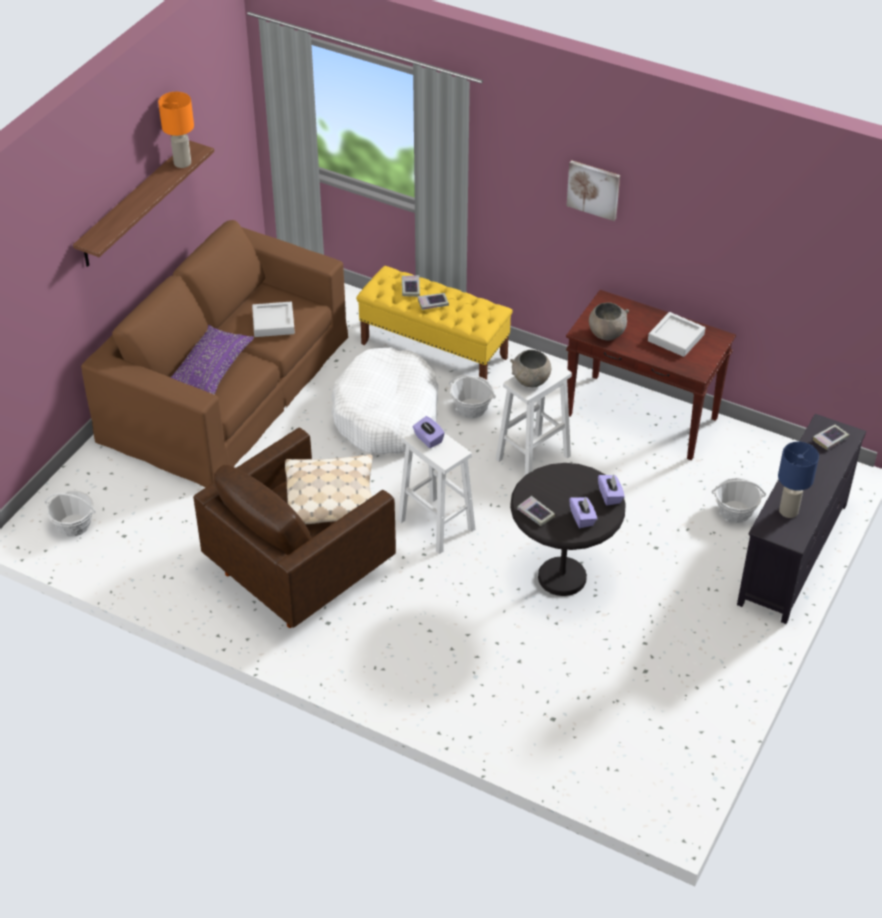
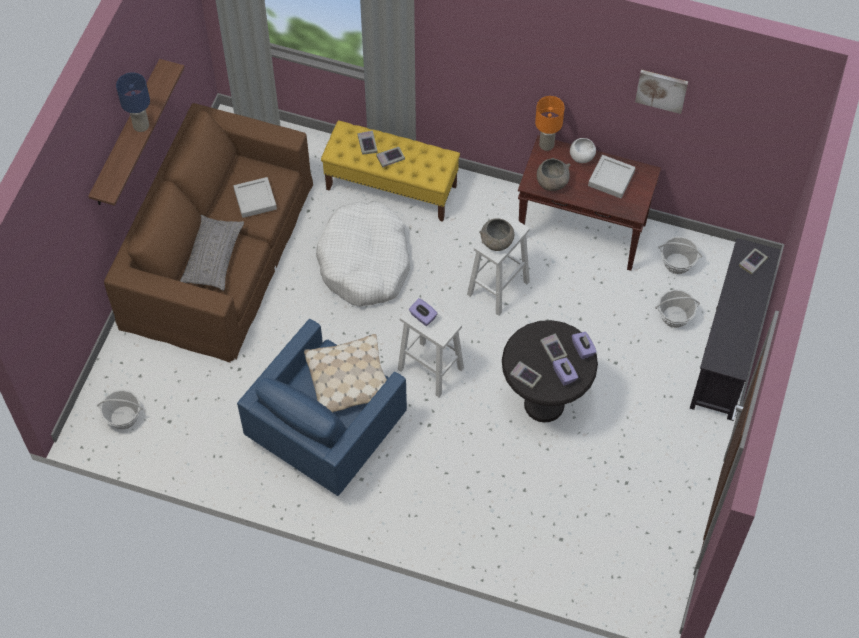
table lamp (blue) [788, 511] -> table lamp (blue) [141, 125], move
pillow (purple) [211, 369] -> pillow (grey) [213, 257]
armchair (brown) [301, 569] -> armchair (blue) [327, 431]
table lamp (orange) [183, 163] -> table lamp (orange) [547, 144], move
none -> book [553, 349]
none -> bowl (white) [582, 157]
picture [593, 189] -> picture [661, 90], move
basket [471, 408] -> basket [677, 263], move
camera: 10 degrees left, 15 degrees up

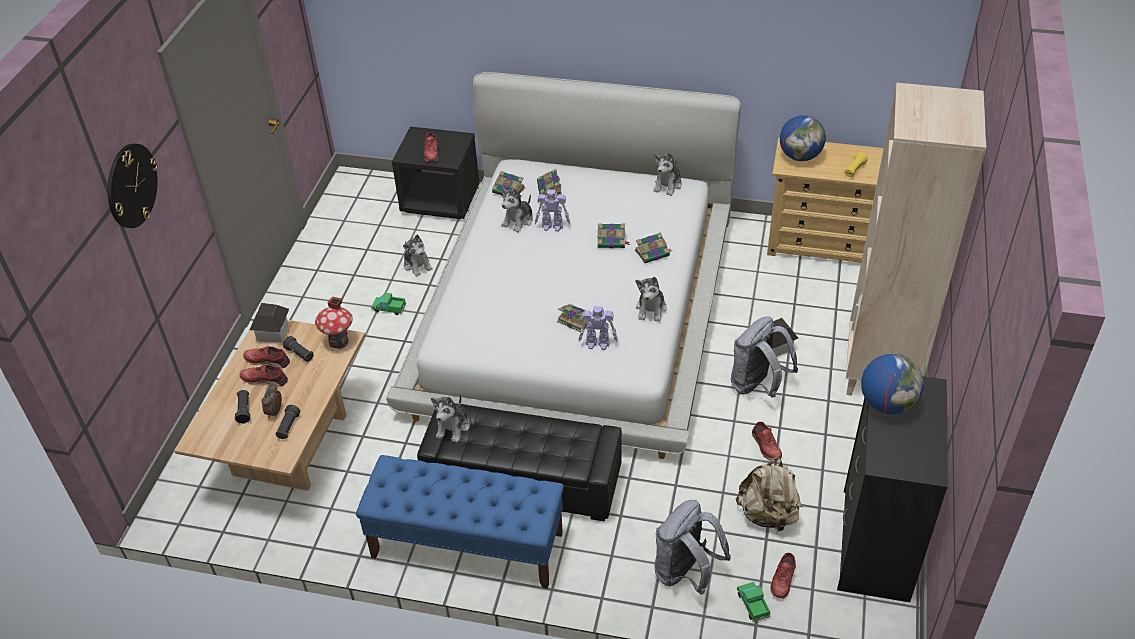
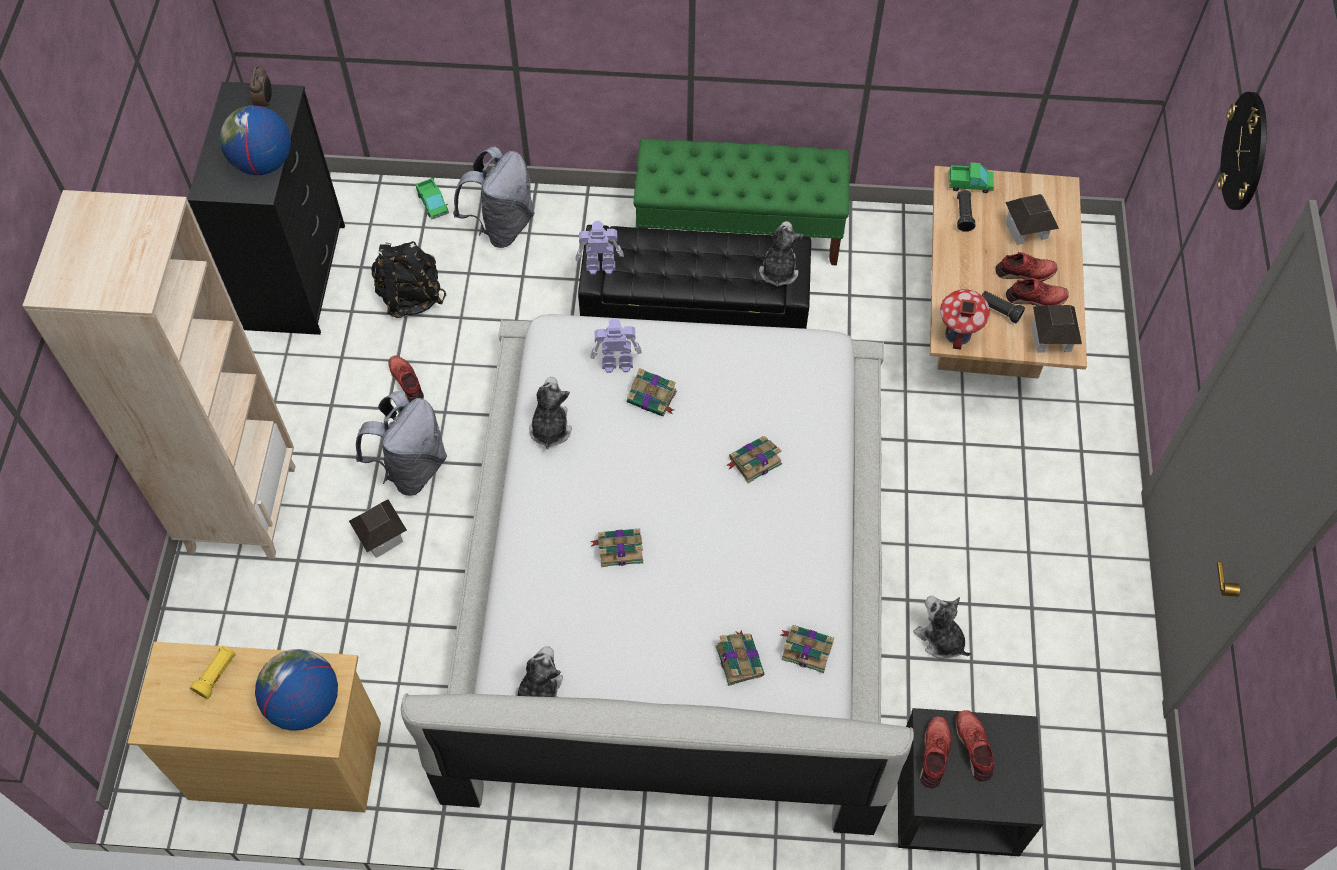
alarm clock [274, 412] -> alarm clock [265, 102], move
backpack (beige) [768, 515] -> backpack (black) [410, 296]
toy robot [553, 226] -> toy robot [600, 266], move
bench (blue) [466, 545] -> bench (green) [740, 230]
book [653, 253] -> book [754, 461], move
shoe (red) [782, 579] -> shoe (red) [935, 754], move
toy truck [389, 308] -> toy truck [970, 183], move
flashlight (black) [244, 410] -> toy house [1026, 230]
plush toy [518, 221] -> none
camera: 170 degrees right, 15 degrees up

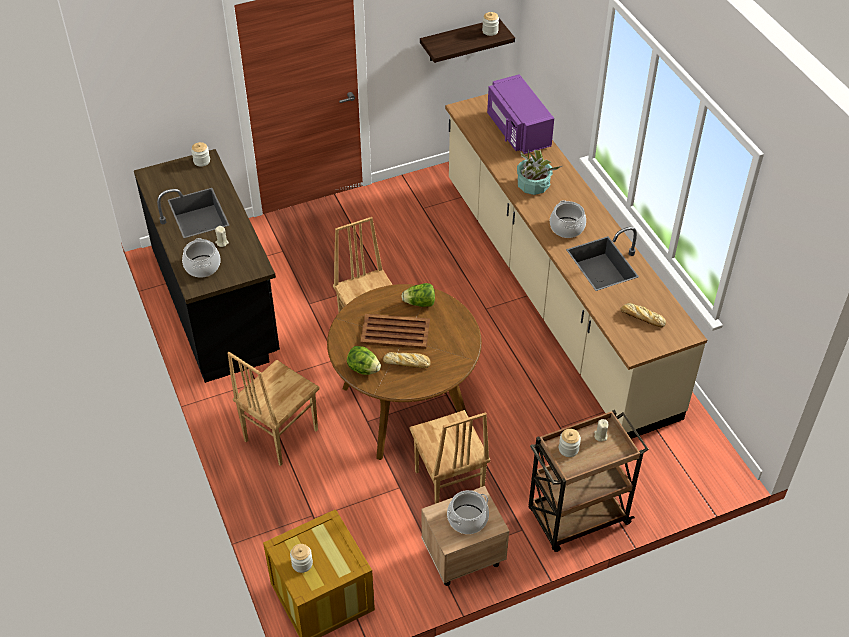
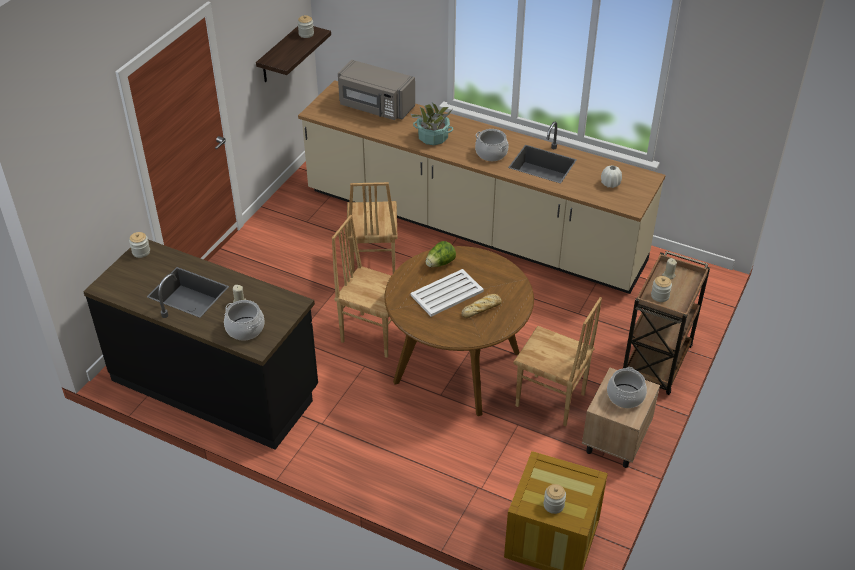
microwave (purple) [517, 130] -> microwave (grey) [375, 107]
chair (brown) [280, 435] -> chair (brown) [372, 265], move
tray (brown) [394, 332] -> tray (white) [446, 293]
bread [641, 317] -> vase (white) [610, 184]
lettuce [363, 369] -> none
camera: 40 degrees left, 5 degrees down

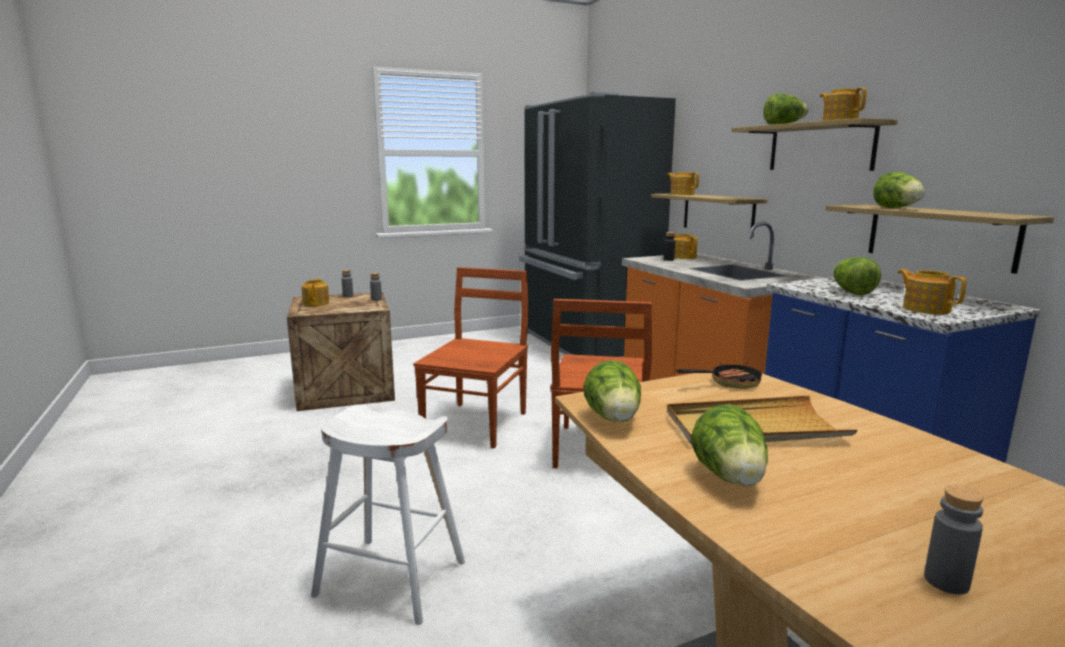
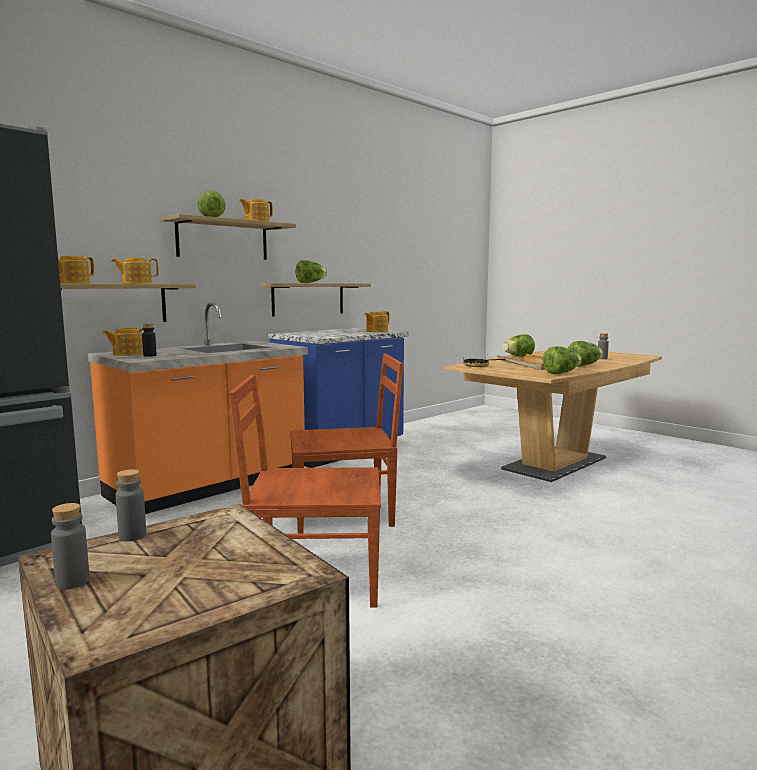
teapot [316, 303] -> teapot [136, 283], move
lettuce [851, 292] -> lettuce [518, 356], move
stool (white) [391, 579] -> none
camera: 110 degrees left, 5 degrees down

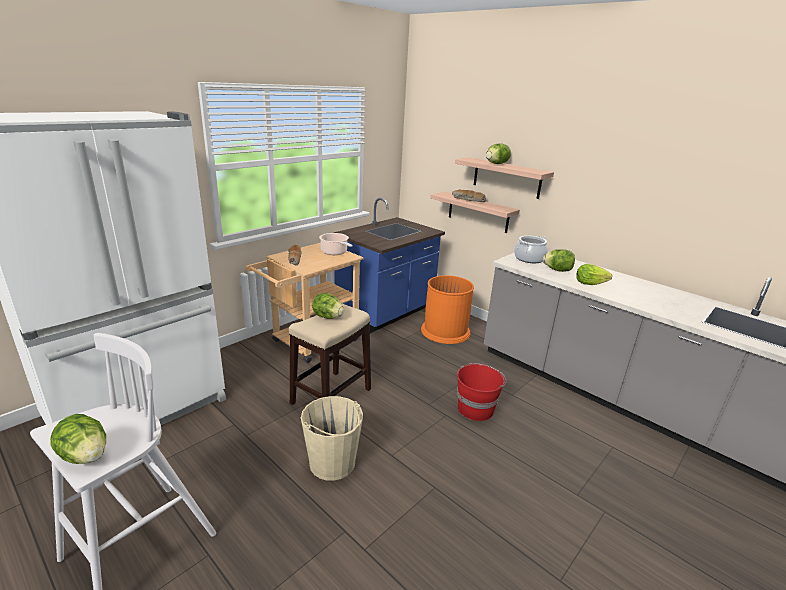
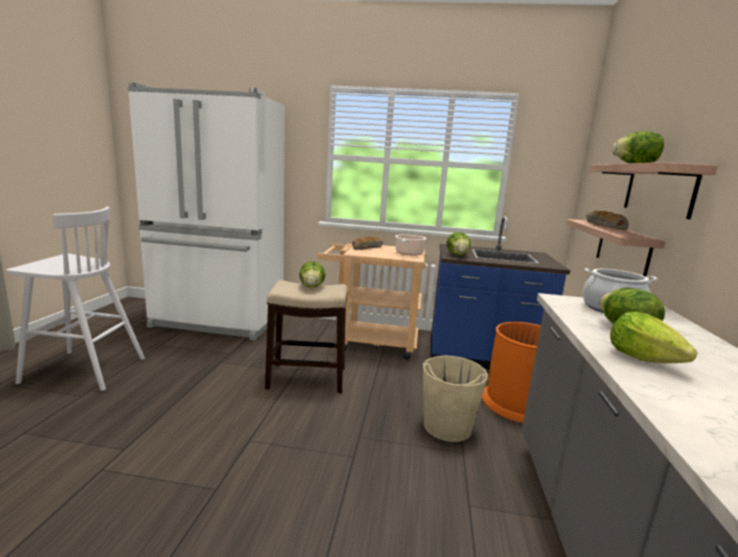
bucket (beige) [332, 463] -> bucket (beige) [447, 427], move
lettuce [85, 456] -> lettuce [457, 255], move
bucket (red) [475, 408] -> none
camera: 55 degrees right, 10 degrees down

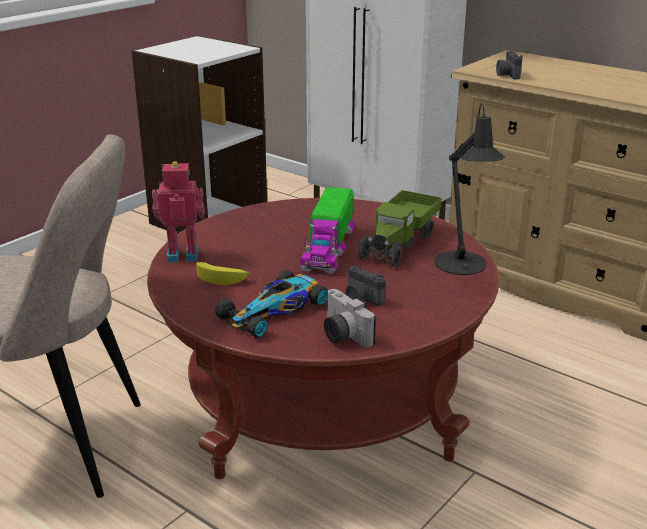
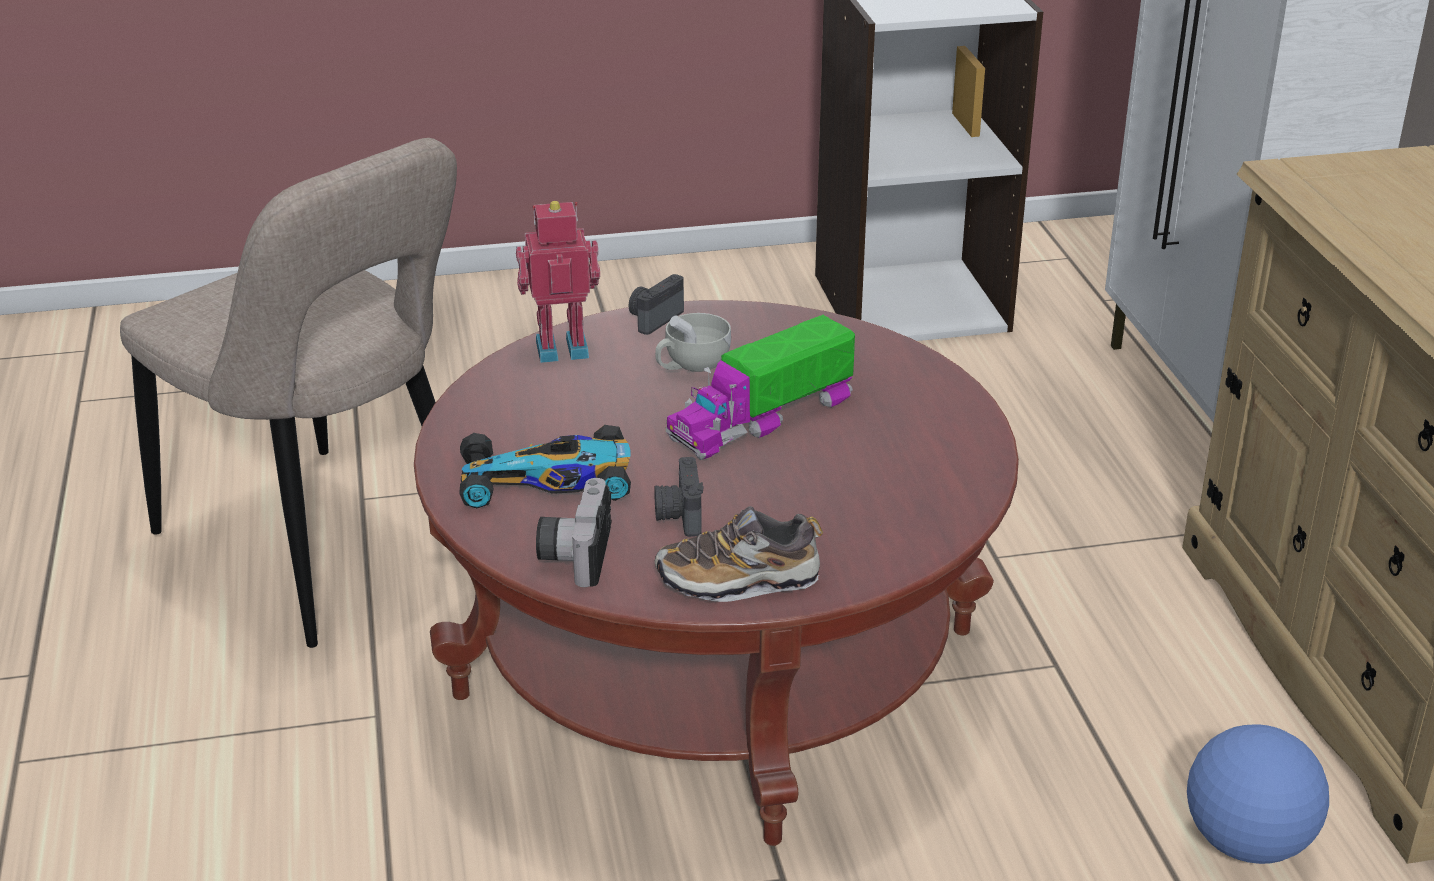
toy robot [183, 254] -> toy robot [561, 347], 45 degrees counterclockwise
photo camera [507, 75] -> photo camera [653, 318], move
none -> shoe [739, 581]
none -> cup (white) [691, 365]
none -> football [1246, 844]
banana [222, 278] -> none
toy truck [399, 243] -> none
table lamp (black) [463, 266] -> none
camera: 40 degrees right, 5 degrees up

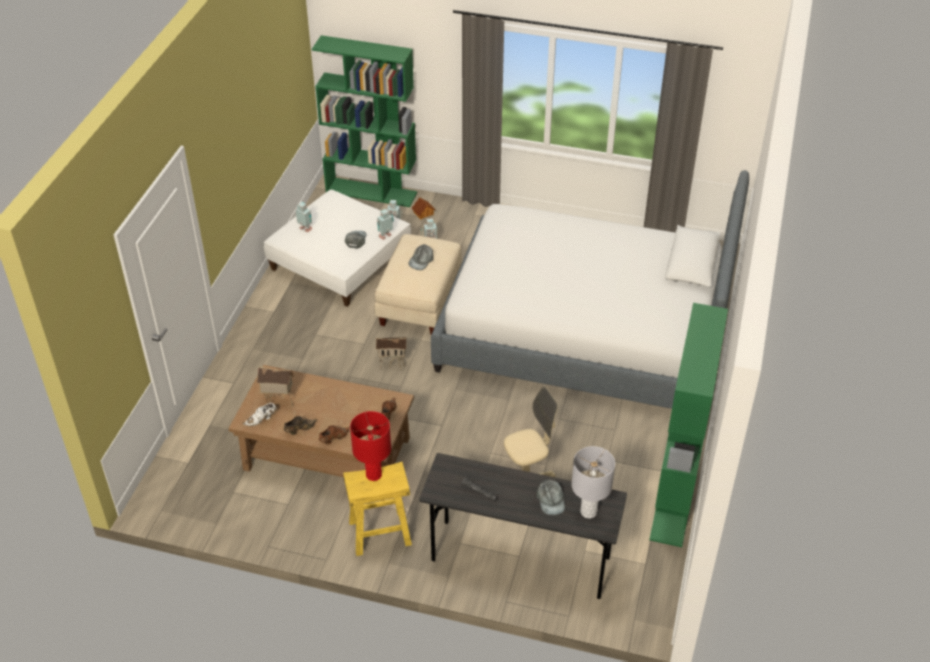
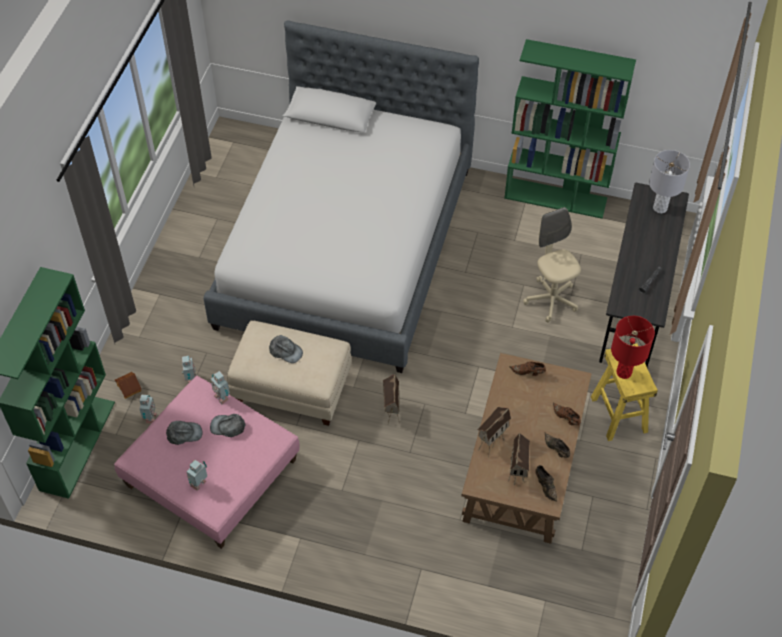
ottoman (white) [340, 261] -> ottoman (pink) [213, 473]
cap (grey) [550, 500] -> cap (grey) [184, 434], move
none -> toy house [491, 442]
shoe (white) [261, 420] -> shoe (brown) [545, 486]
camera: 90 degrees left, 10 degrees up

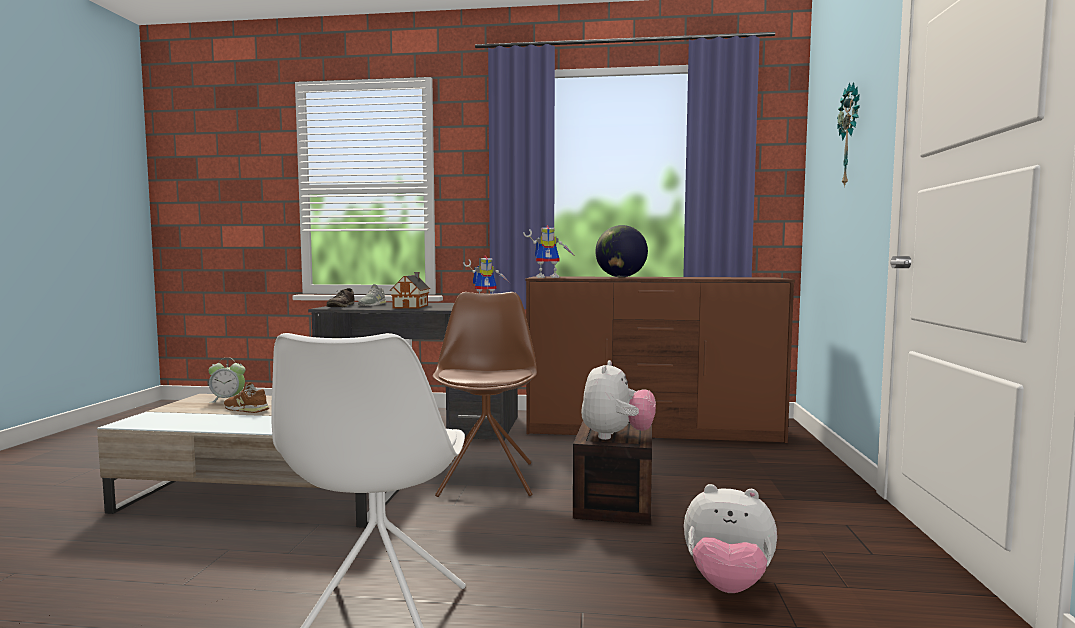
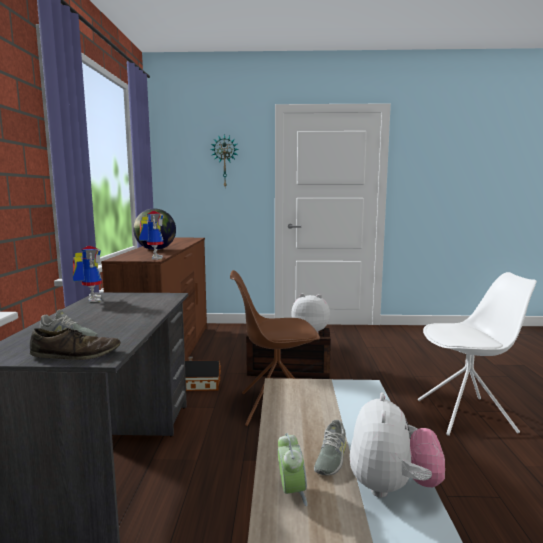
toy house [411, 306] -> toy house [201, 385], move
shoe (brown) [246, 409] -> shoe (grey) [330, 457]
plush toy [727, 584] -> plush toy [392, 487], move
camera: 95 degrees left, 5 degrees up

